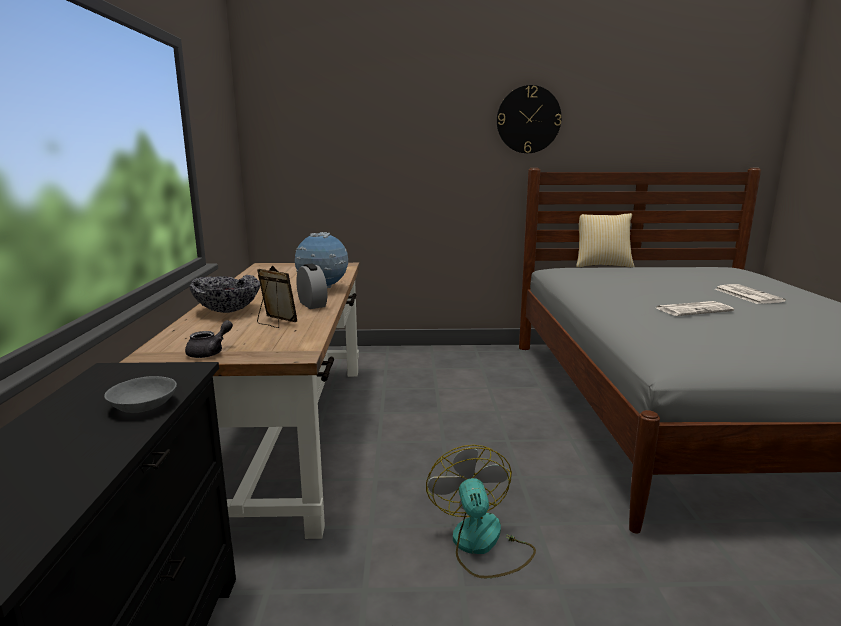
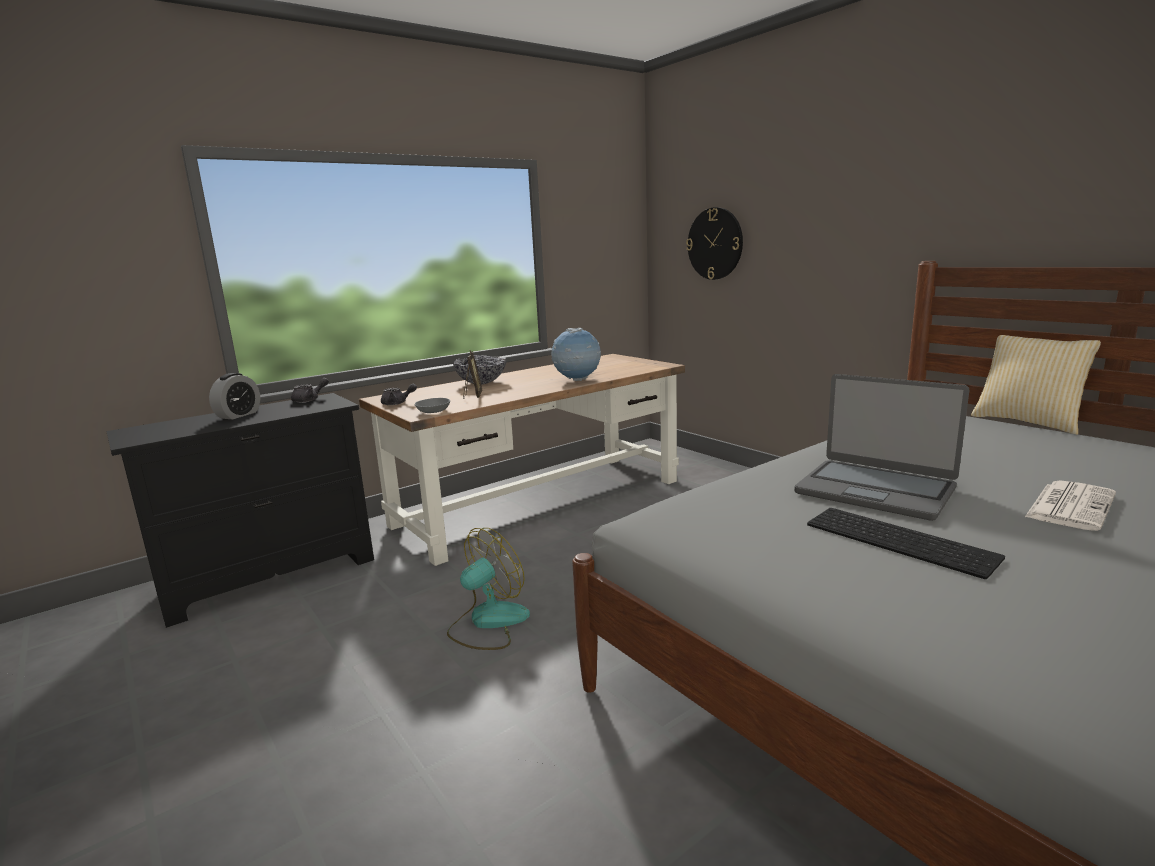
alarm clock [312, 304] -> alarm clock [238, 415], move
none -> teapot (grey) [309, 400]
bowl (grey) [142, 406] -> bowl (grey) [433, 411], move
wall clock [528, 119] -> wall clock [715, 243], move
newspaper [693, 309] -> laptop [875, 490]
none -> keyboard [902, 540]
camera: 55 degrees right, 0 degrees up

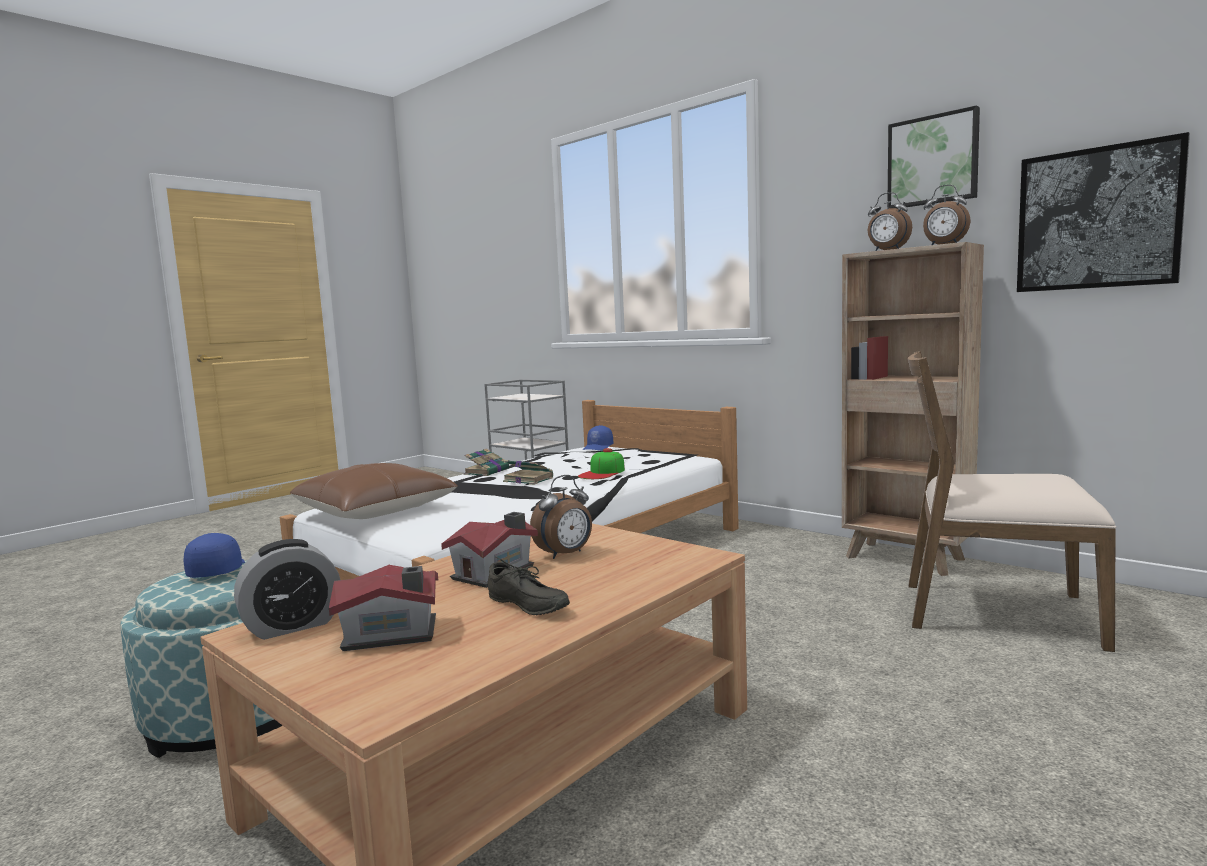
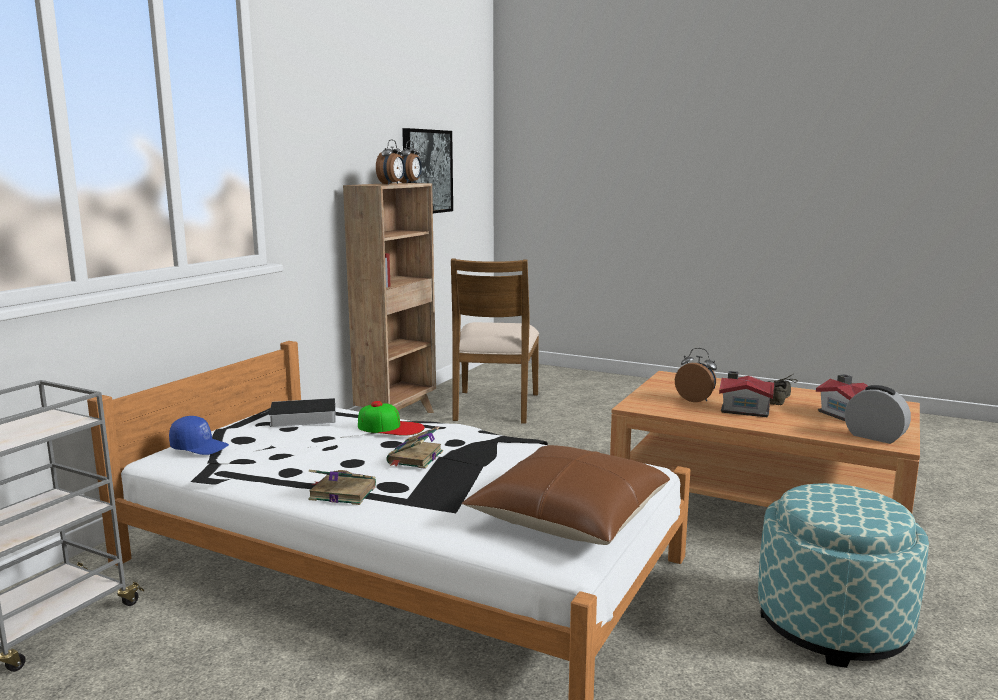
none -> book [301, 417]
cap (blue) [216, 570] -> none
picture [933, 160] -> none
camera: 105 degrees left, 5 degrees up

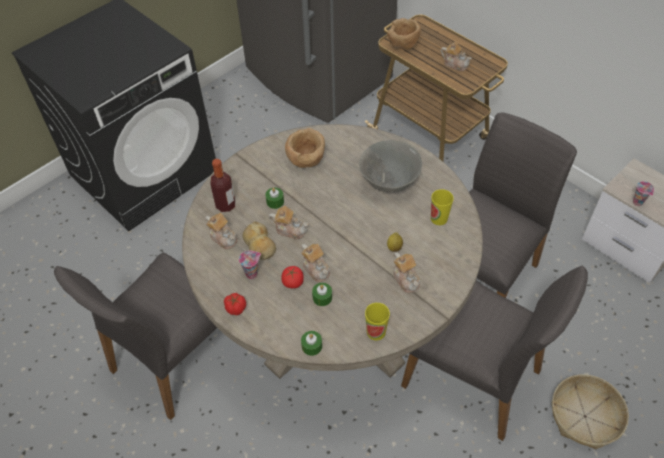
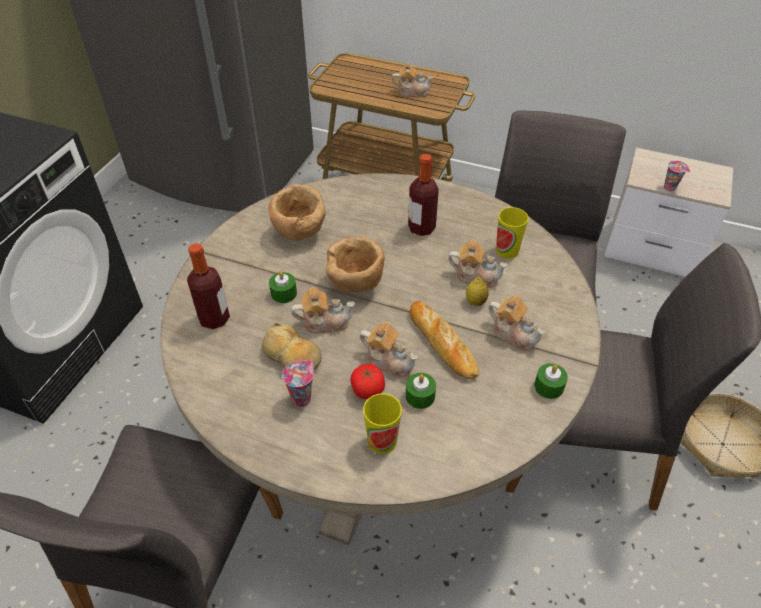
bowl (brown) [403, 46] -> bowl (brown) [355, 285], move
cup [376, 332] -> cup [382, 441], move
bowl (grey) [389, 183] -> bottle [421, 228]
none -> bread [442, 343]
teapot [223, 237] -> teapot [475, 276], move
candle (green) [312, 346] -> candle (green) [549, 386], move
tomato [235, 308] -> none
camera: 25 degrees left, 5 degrees down

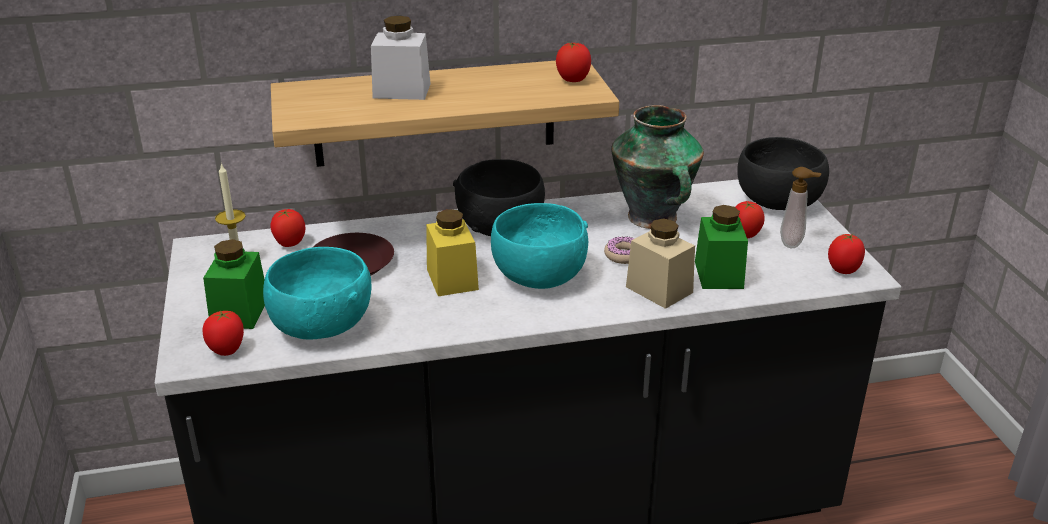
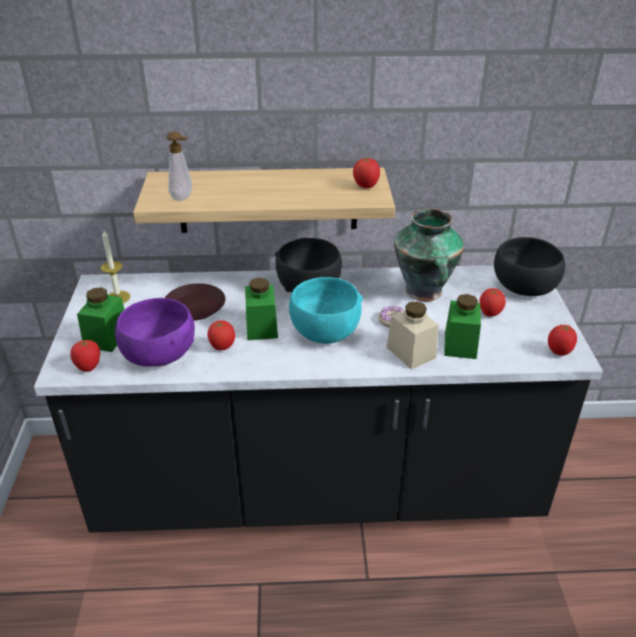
bowl (turquoise) [321, 326] -> bowl (purple) [158, 355]
soap dispenser [793, 244] -> soap dispenser [183, 198], move
tomato [289, 244] -> tomato [222, 347], move
jar (yellow) [452, 279] -> jar (green) [261, 327]
jar (white) [402, 91] -> none
camera: 10 degrees right, 5 degrees up

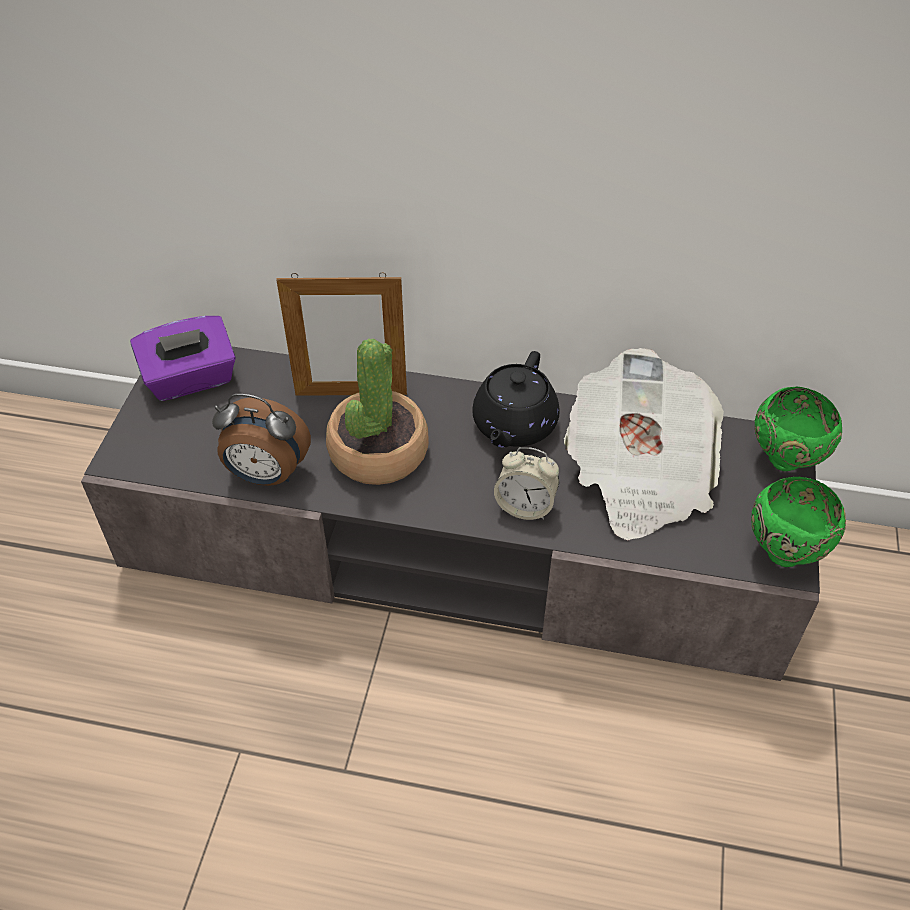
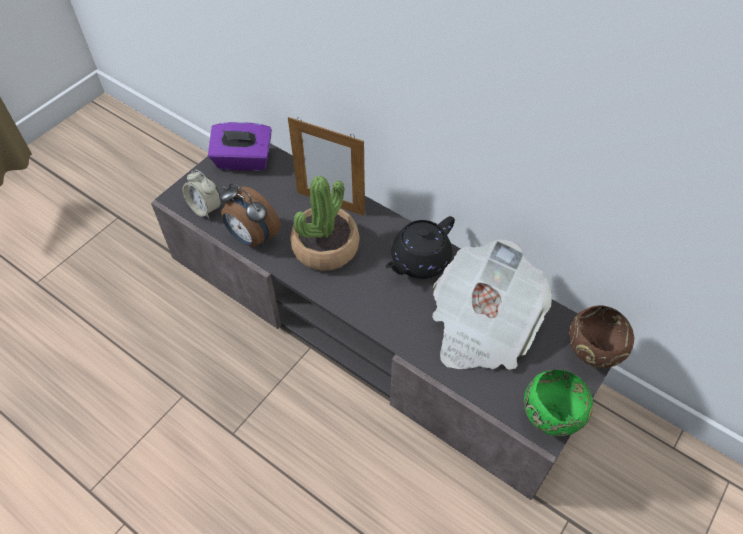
alarm clock [525, 506] -> alarm clock [205, 208], move
bowl (green) [786, 461] -> bowl (brown) [591, 356]
camera: 25 degrees right, 5 degrees up

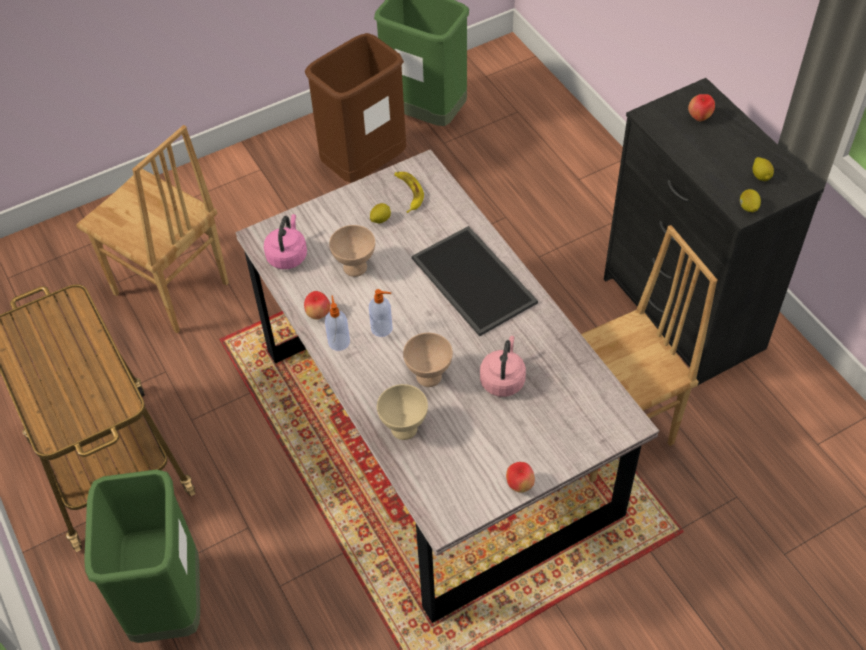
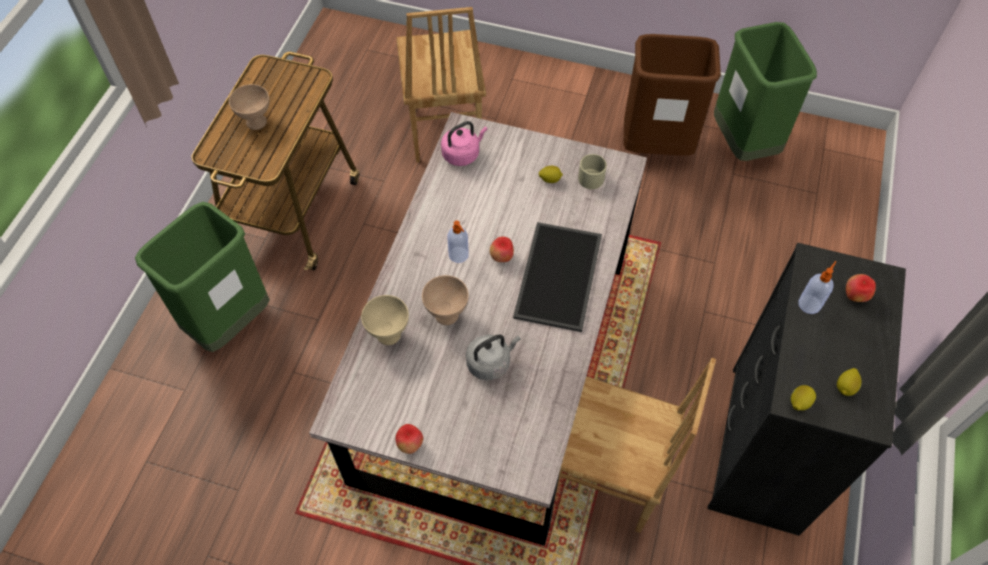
bowl (beige) [354, 268] -> bowl (beige) [255, 122], move
kettle (pink) [503, 379] -> kettle (grey) [490, 362]
apple [318, 314] -> apple [502, 257], move
banana [408, 193] -> mug (beige) [592, 176]
soap dispenser [339, 341] -> soap dispenser [810, 303], move
camera: 45 degrees right, 5 degrees up

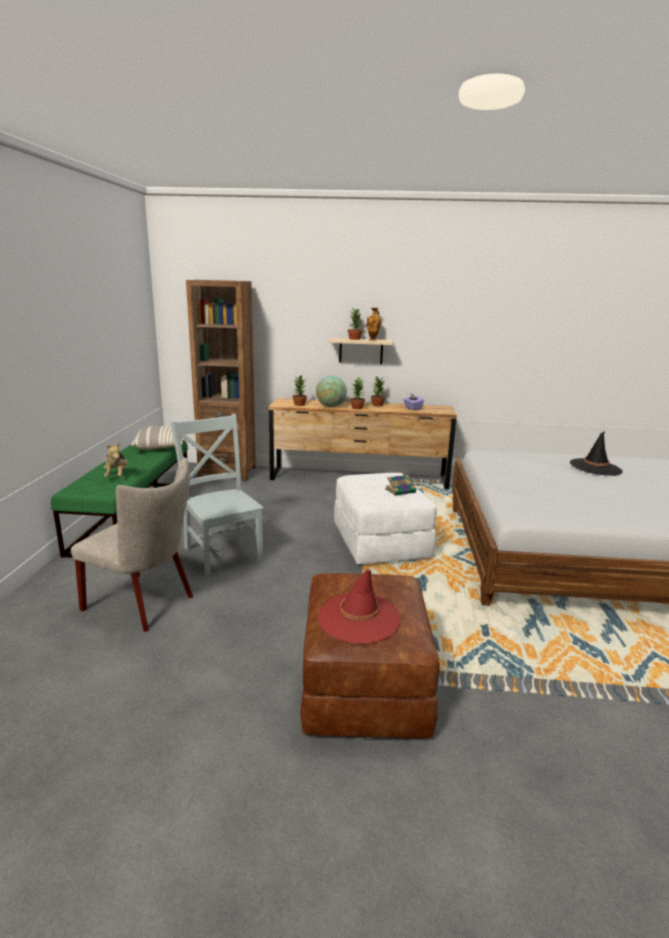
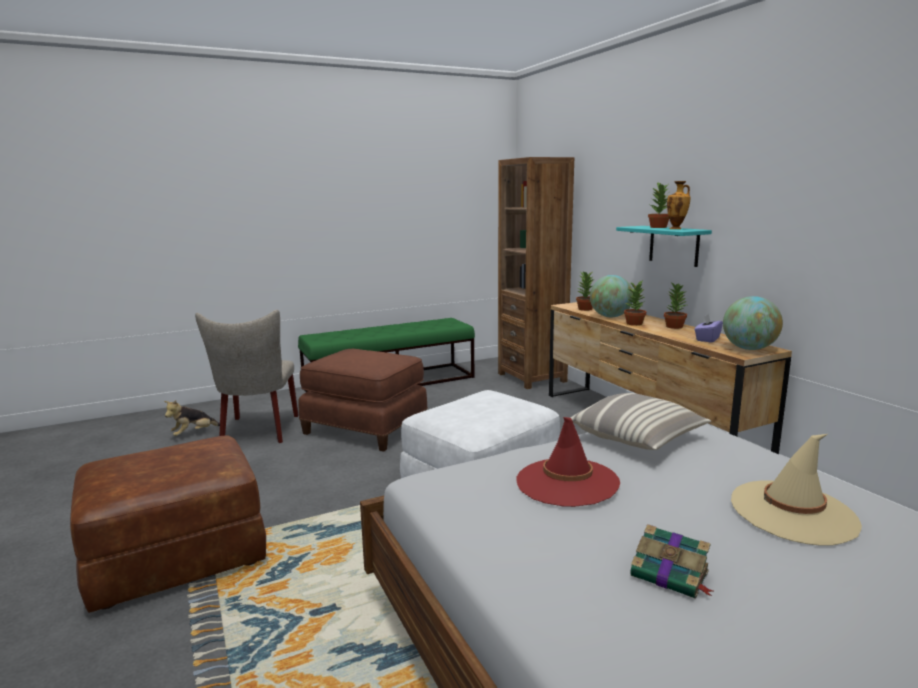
plush toy [117, 475] -> plush toy [193, 434], move
chair (grey) [222, 552] -> ottoman (brown) [366, 428]
hat (red) [359, 618] -> hat (red) [567, 482], move
pillow [160, 446] -> pillow [637, 438], move
shelf (beige) [361, 351] -> shelf (turquoise) [674, 245]
book [401, 491] -> book [671, 575], move
none -> globe [749, 349]
hat (black) [595, 467] -> hat (beige) [793, 512]
camera: 60 degrees right, 5 degrees down

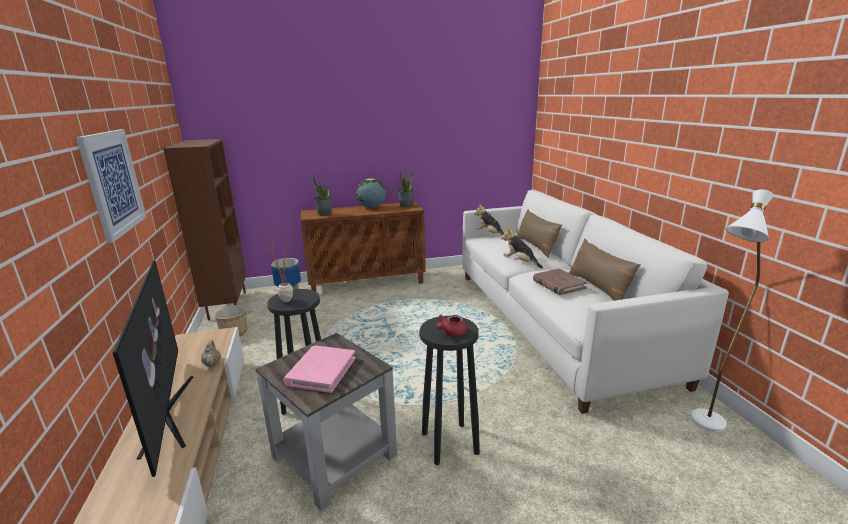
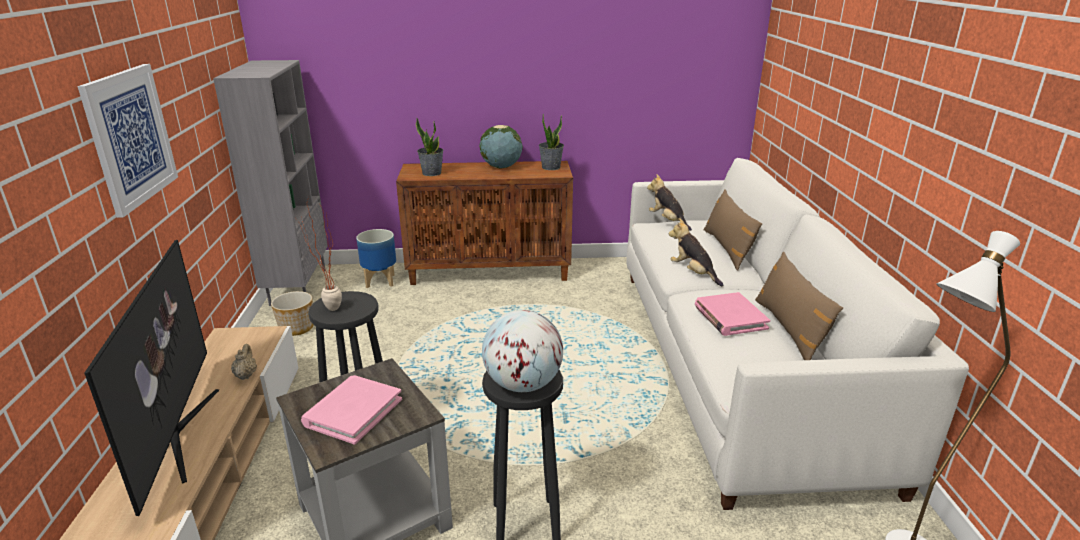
bookcase (brown) [227, 305] -> bookcase (grey) [297, 287]
teapot (red) [451, 333] -> globe [522, 384]
book (brown) [558, 284] -> book (pink) [730, 317]
camera: 10 degrees right, 5 degrees up

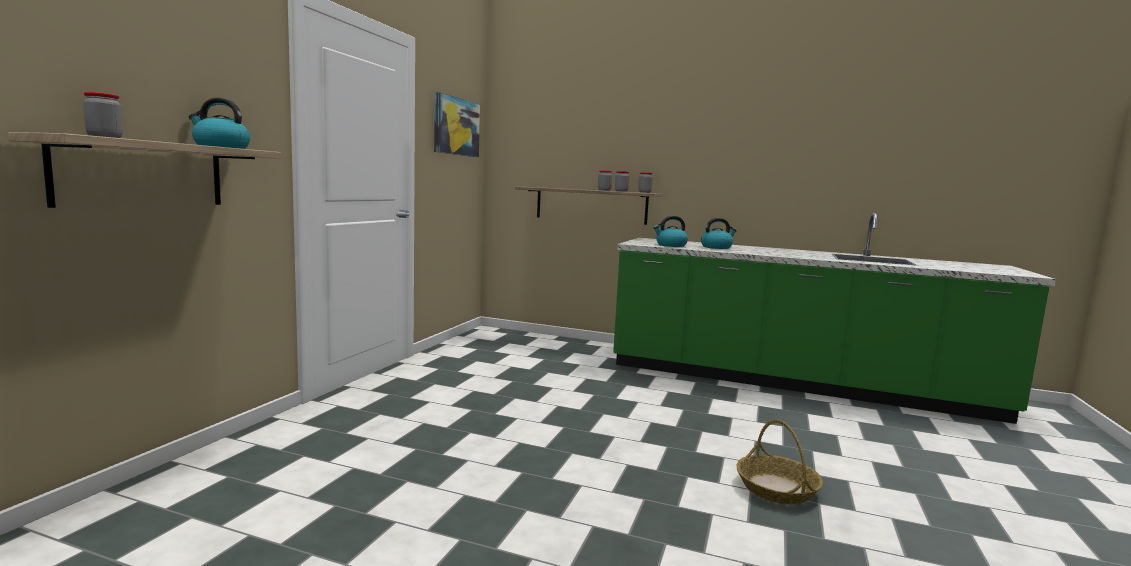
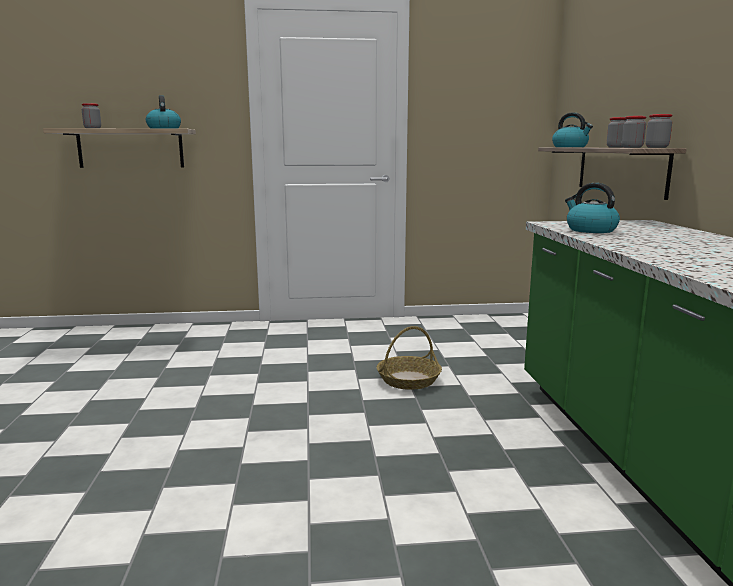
basket [777, 489] -> basket [408, 380], move
kettle [716, 247] -> kettle [570, 147], move
picture [456, 126] -> none
camera: 65 degrees right, 5 degrees up

